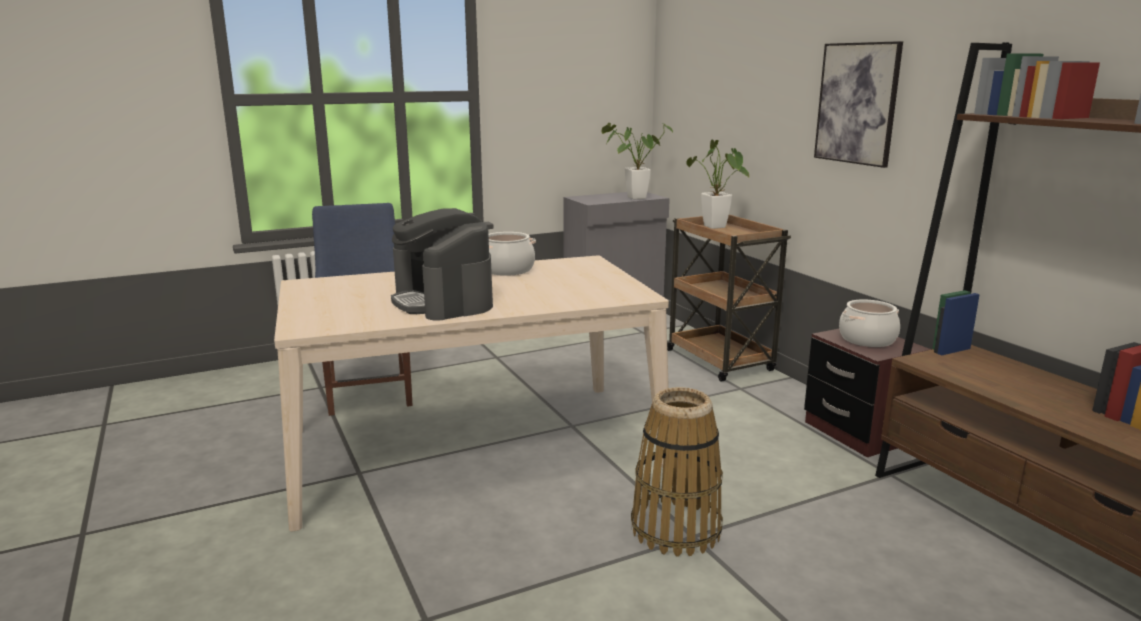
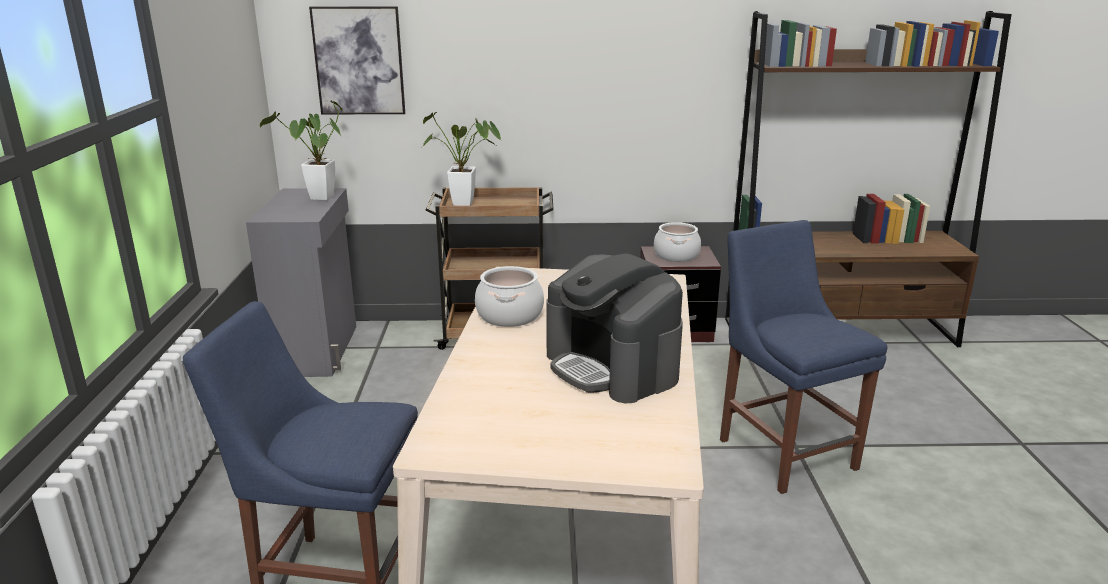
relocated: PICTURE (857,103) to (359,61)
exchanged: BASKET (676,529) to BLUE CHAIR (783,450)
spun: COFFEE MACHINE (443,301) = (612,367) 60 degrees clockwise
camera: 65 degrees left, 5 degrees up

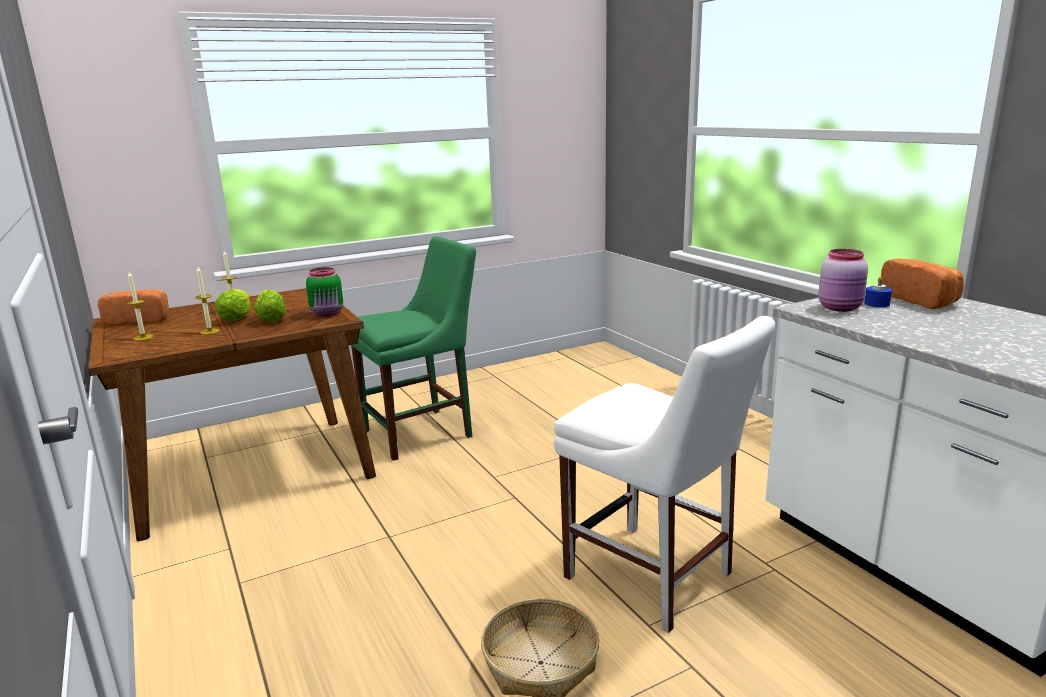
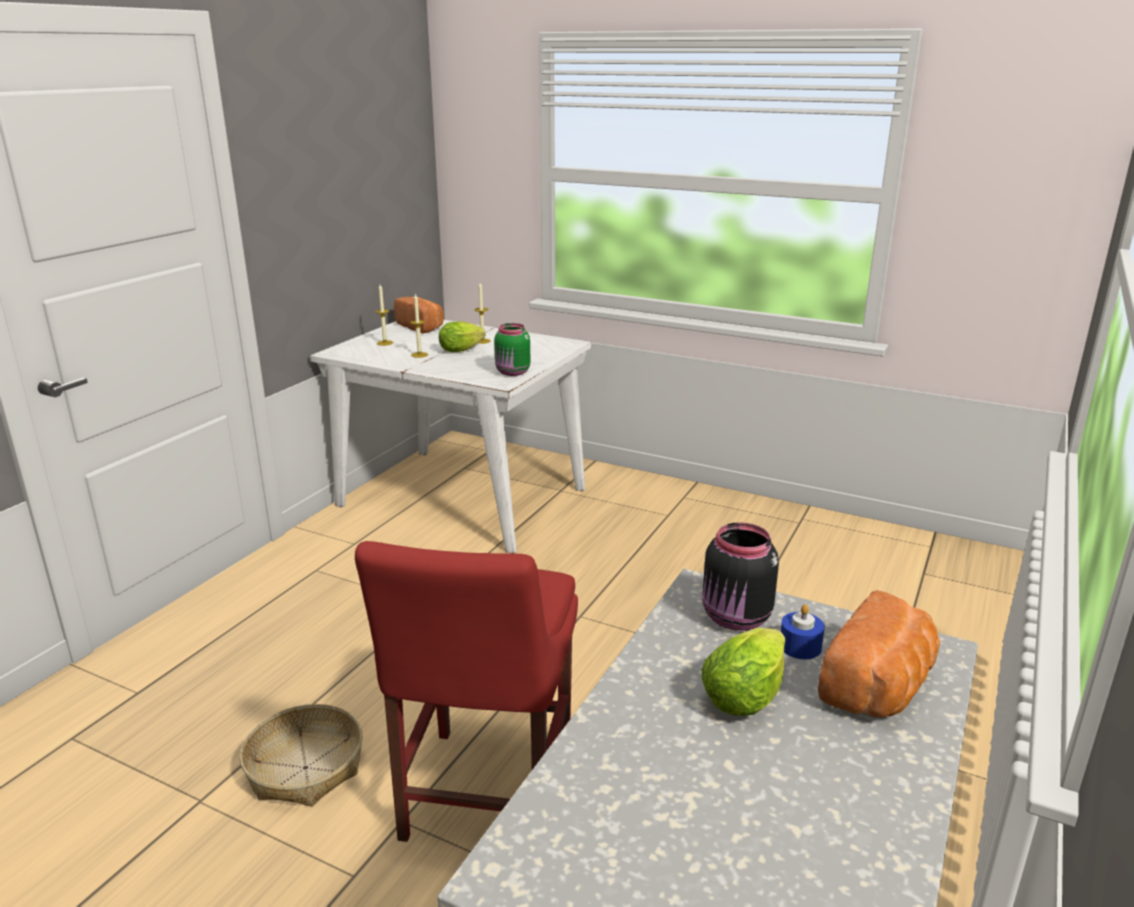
missing: GREEN CHAIR (422,432)
relocated: LETTUCE (272,318) to (747,693)
colour: BROWN DINING TABLE (250,473) to WHITE DINING TABLE (460,497); WHITE CHAIR (654,579) to RED CHAIR (484,799); PINK JAR (841,308) to BLACK JAR (736,619)
camera: 55 degrees right, 5 degrees up

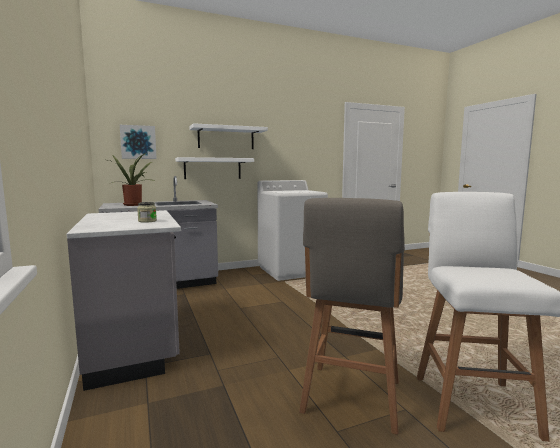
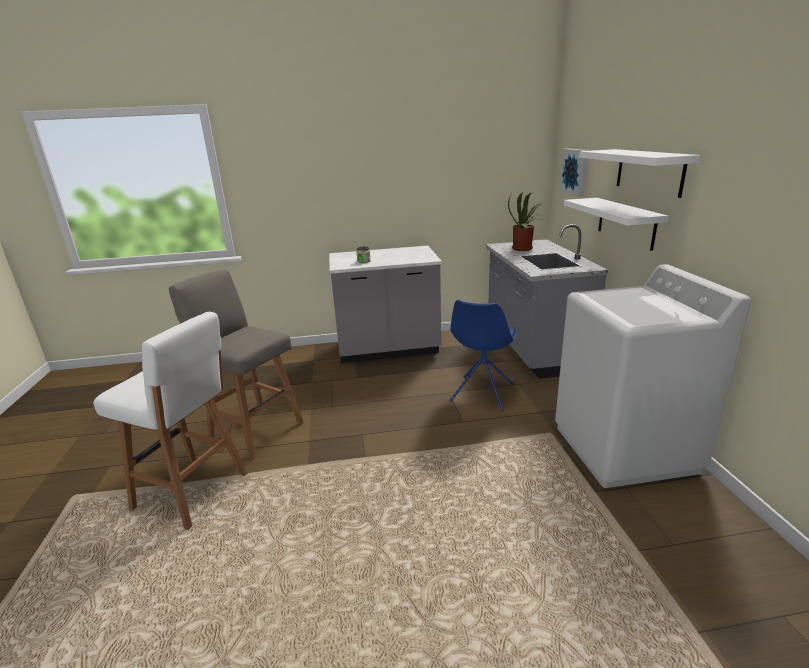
appeared: BLUE CHAIR (481,393)
camera: 105 degrees right, 15 degrees up

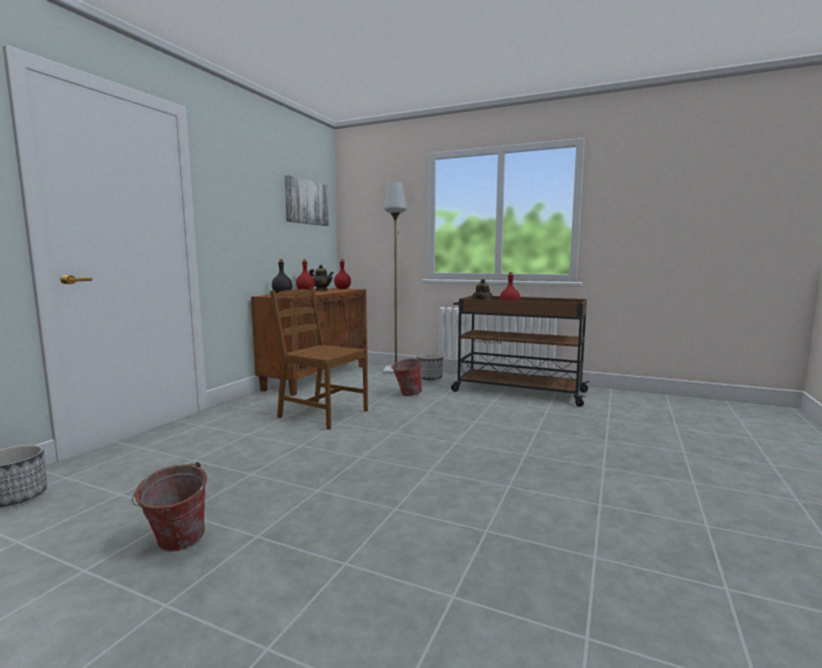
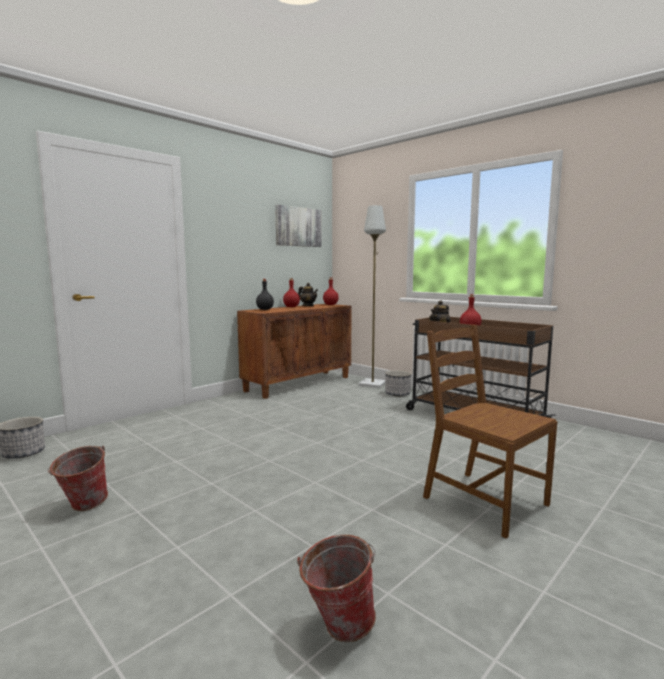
relocated: BUCKET (406,394) to (337,626); BROWN CHAIR (322,414) to (483,501)
camera: 20 degrees right, 0 degrees up

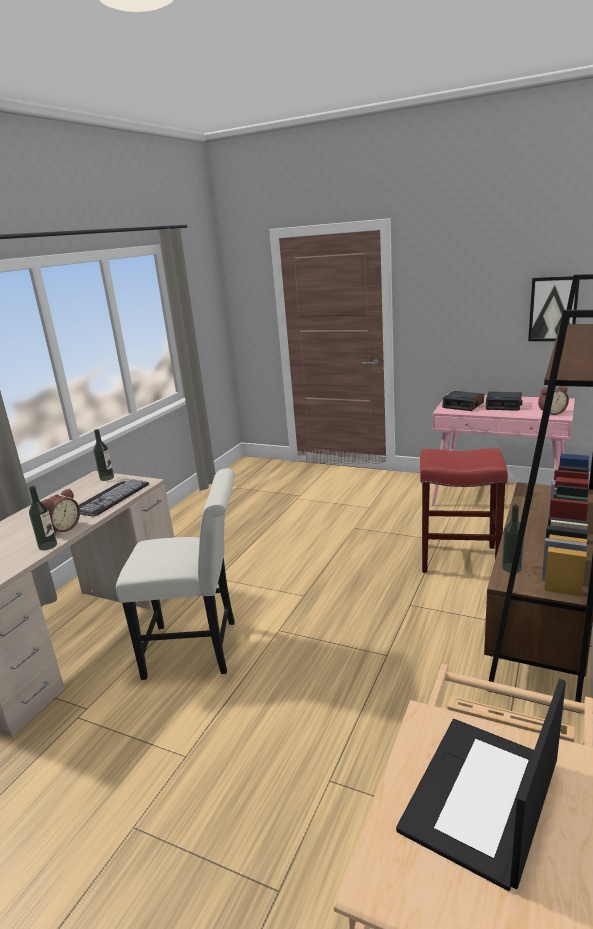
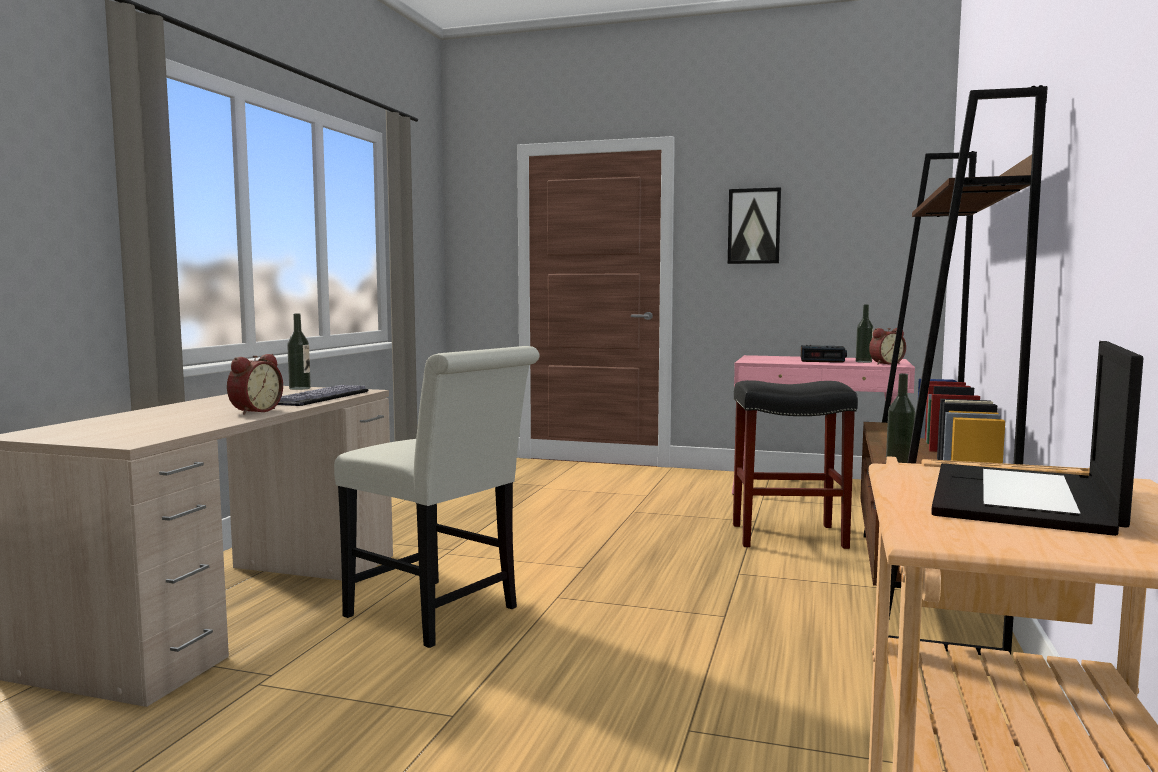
missing: ALARM CLOCK (463,405)
relocated: PICTURE (553,309) to (754,226); BOTTLE (48,546) to (863,362)
colour: RED STOOL (457,559) to BLACK STOOL (786,536)
spun: WHITE CHAIR (199,648) = (440,615) 45 degrees clockwise
camera: 10 degrees left, 15 degrees down

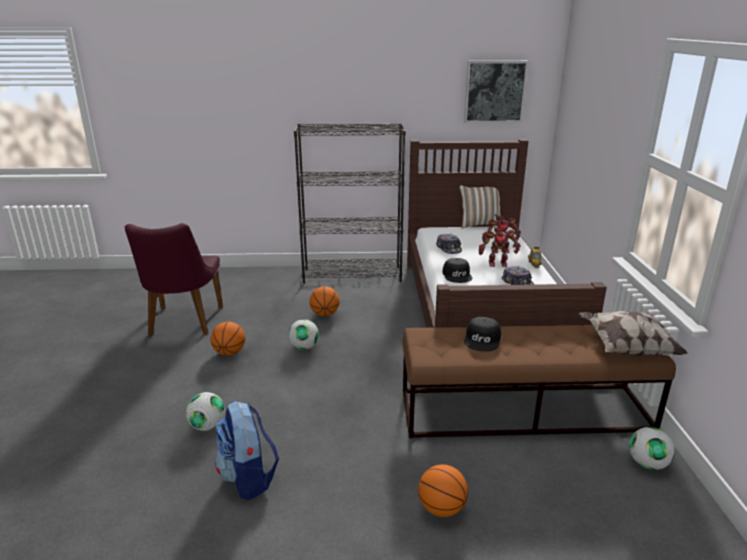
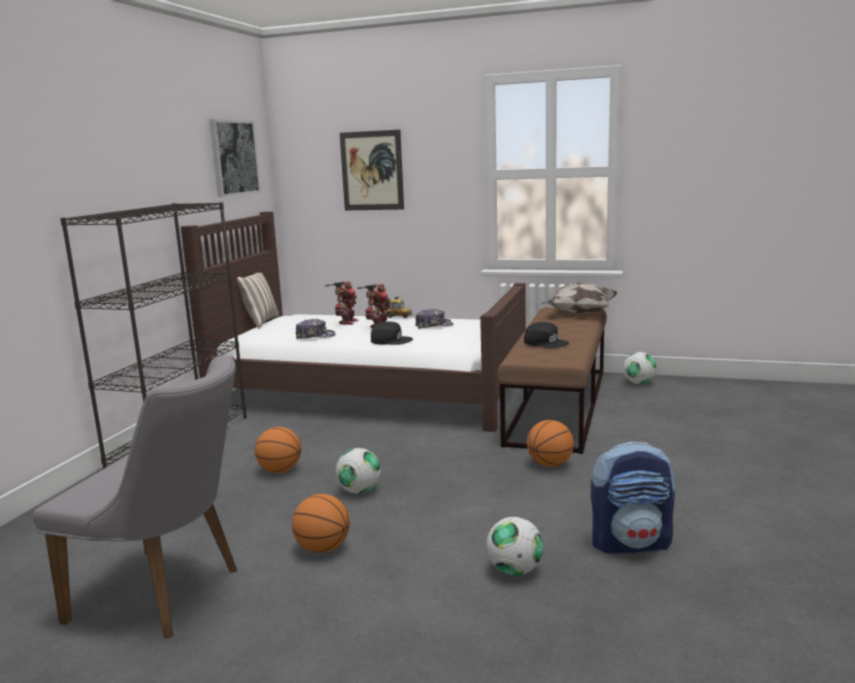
appeared: PICTURE (372,171)
relocated: BASKETBALL (441,508) to (550,464)
colour: PURPLE CHAIR (183,324) to GREY CHAIR (169,595)
camera: 70 degrees left, 10 degrees down

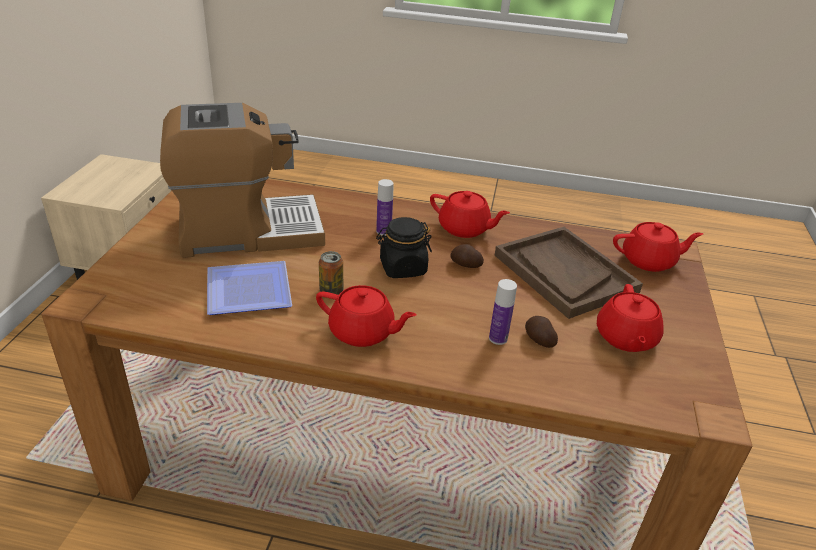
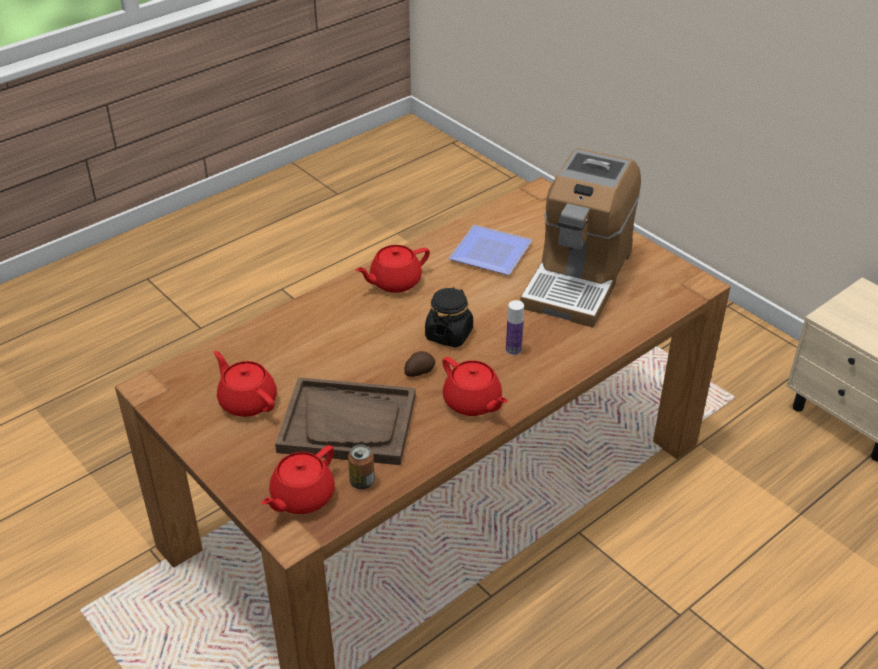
missing: BOTTLE (498,338); POTATO (538,340)
relocated: CAN (331,291) to (362,482)
spun: RED TEAPOT (464,229) = (472,402) 105 degrees counterclockwise
camera: 130 degrees right, 5 degrees up

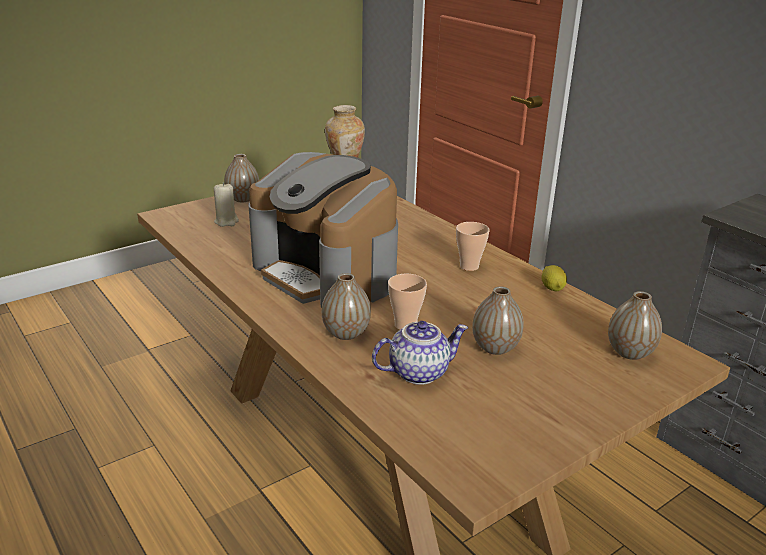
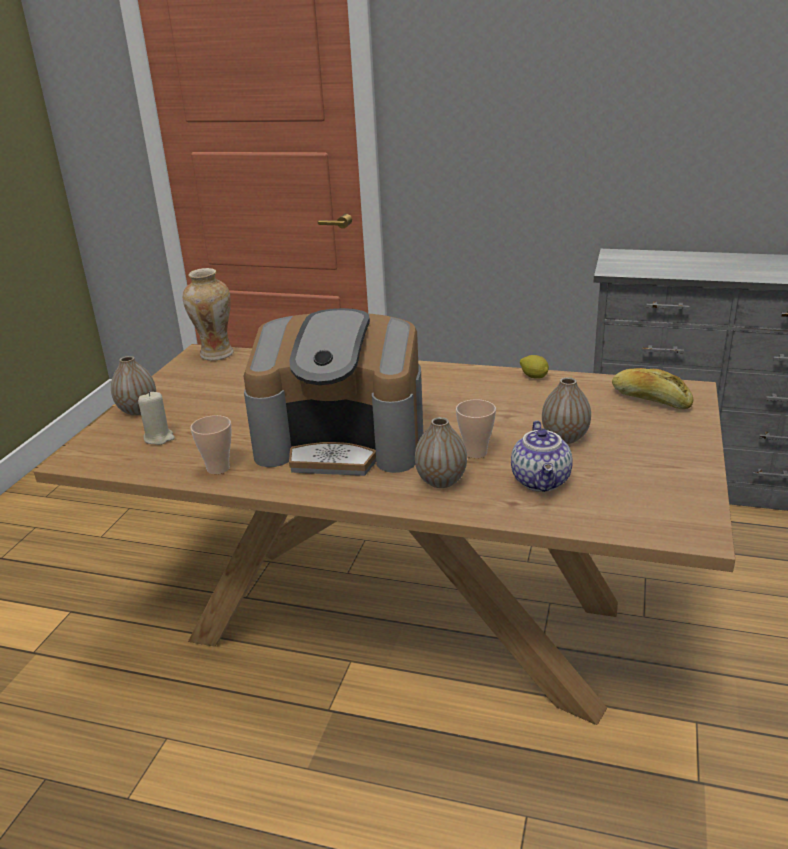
relocated: CUP (469,266) to (218,468)
exchanged: VASE (629,352) to BREAD (650,399)
spun: TEAPOT (418,371) = (542,481) 150 degrees clockwise
camera: 35 degrees left, 0 degrees up

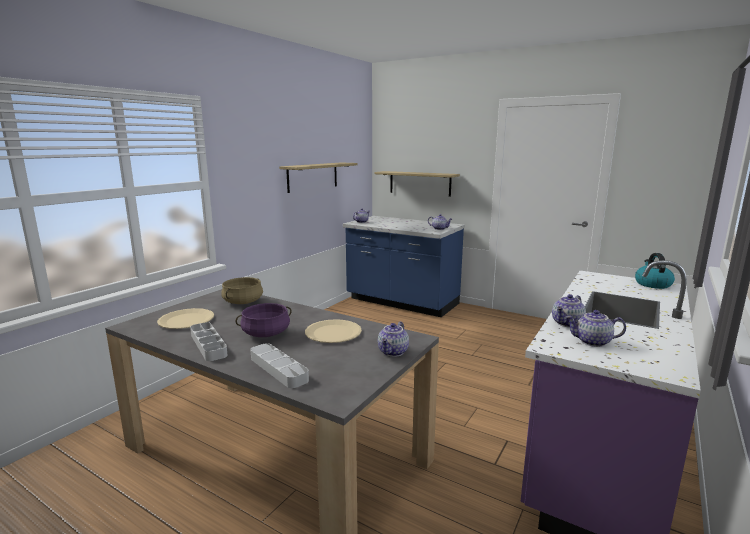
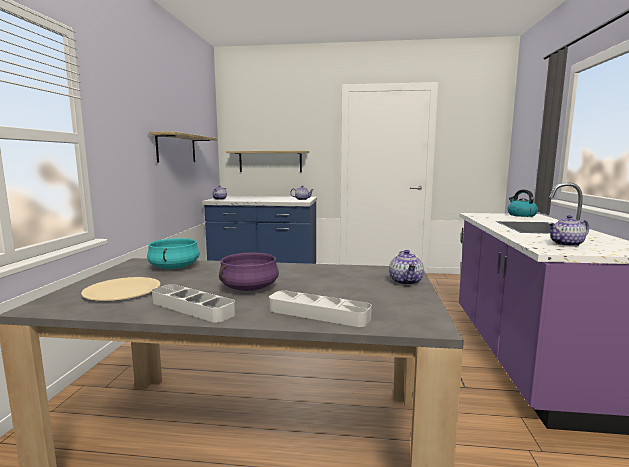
missing: BEIGE PLATE (333,333); TEAPOT (567,324)
colour: BEIGE COOKING POT (243,302) to TURQUOISE COOKING POT (175,267)
camera: 25 degrees left, 5 degrees down

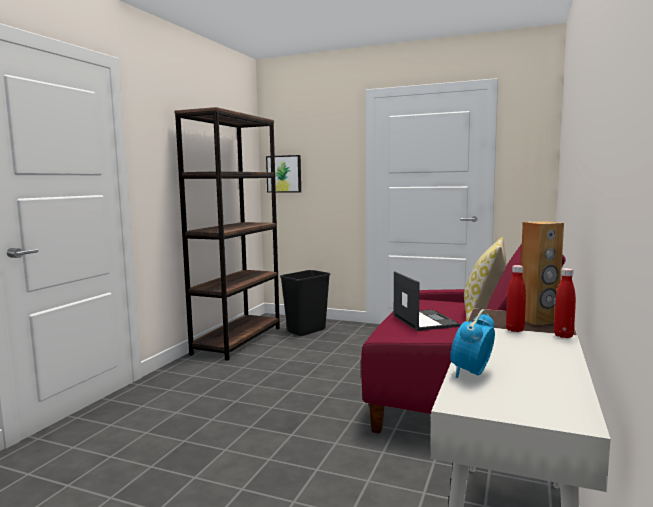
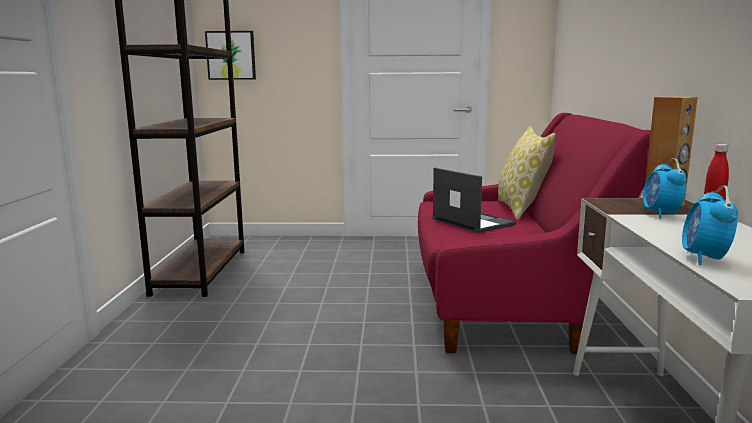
missing: BLACK TRASH CAN (306,331)
exchanged: RED BOTTLE (515,330) to ALARM CLOCK (660,214)
camera: 20 degrees left, 5 degrees up

